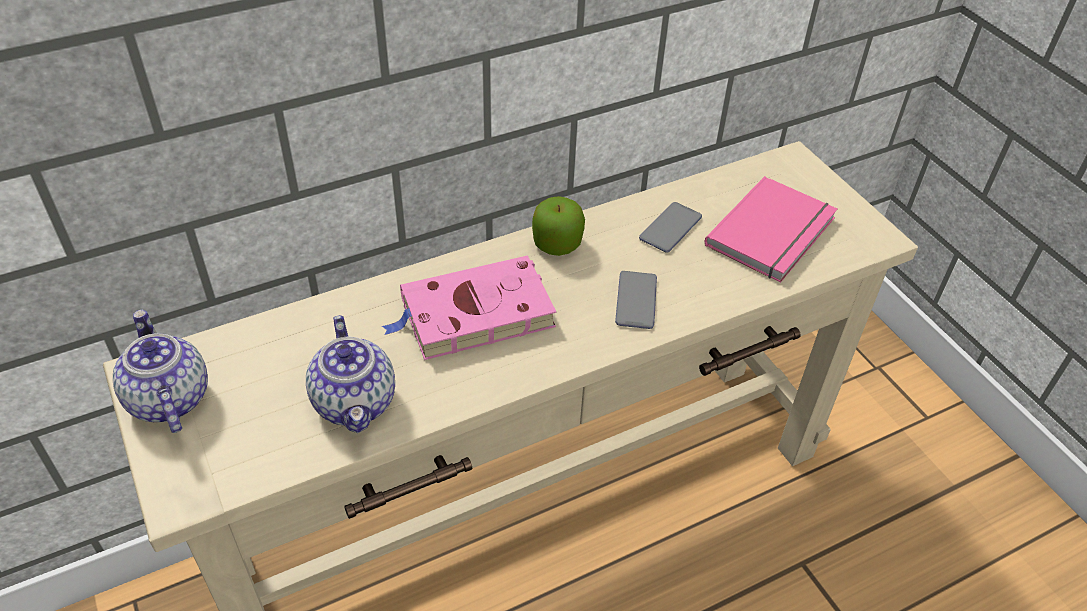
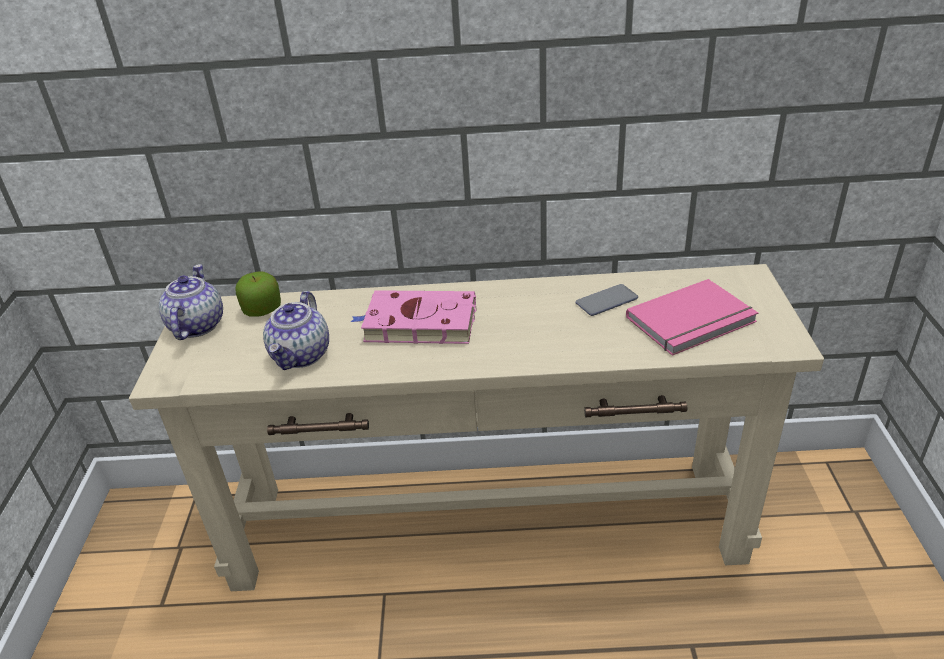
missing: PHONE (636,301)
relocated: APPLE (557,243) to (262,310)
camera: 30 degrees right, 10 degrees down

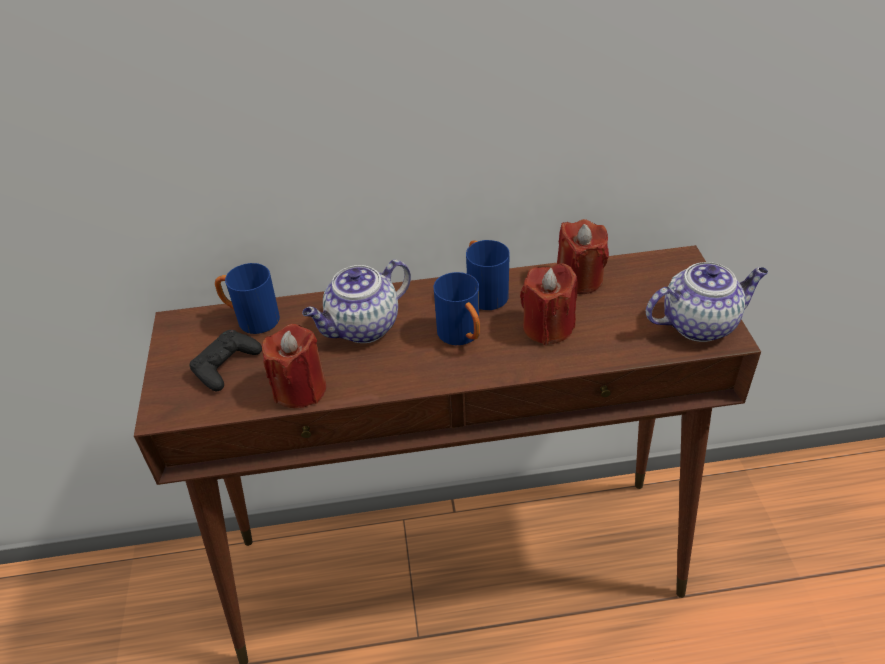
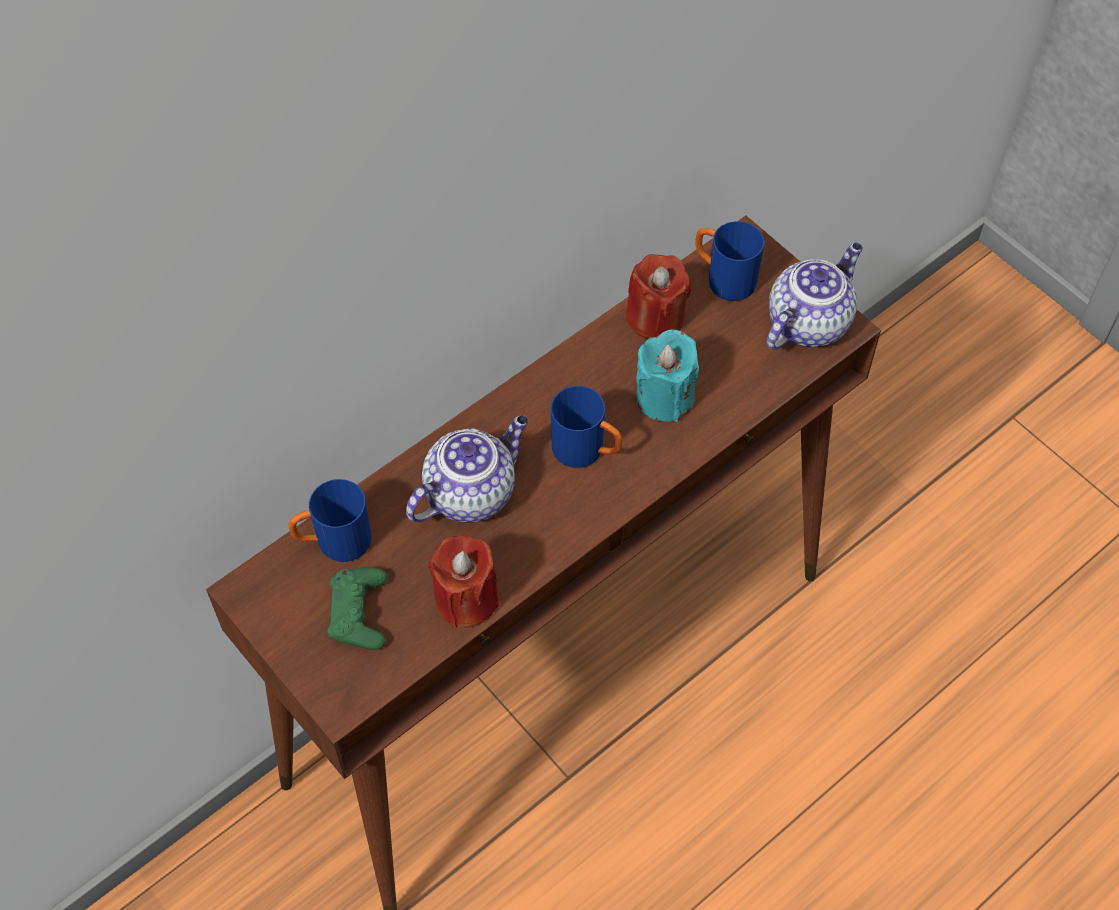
relocated: BLUE MUG (484,292) to (723,278)
colour: BLACK GAME CONTROLLER (226,365) to GREEN GAME CONTROLLER (359,613); RED CANDLE (547,327) to TURQUOISE CANDLE (665,397)
spun: TEAPOT (362,328) = (471,492) 150 degrees counterclockwise
camera: 35 degrees left, 15 degrees up

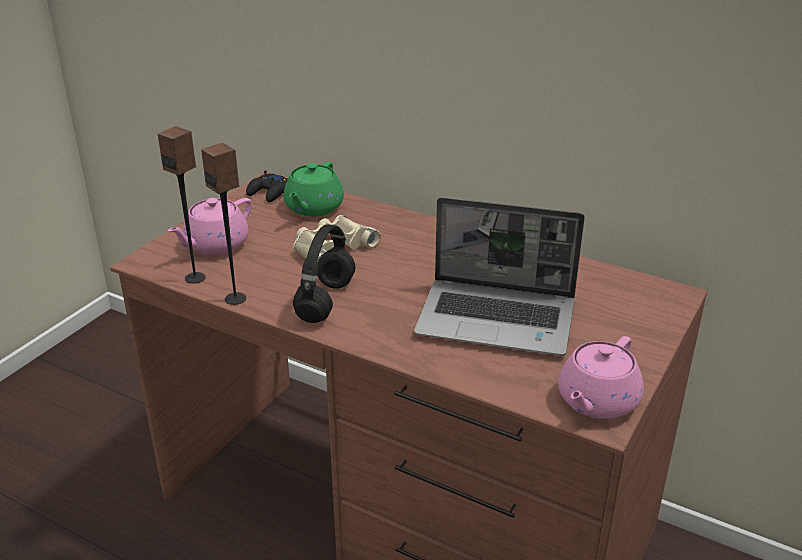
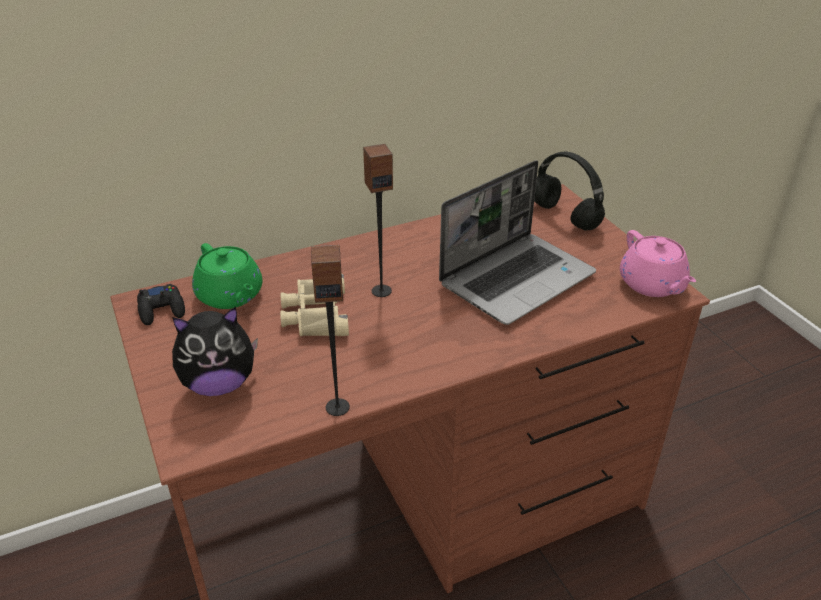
relocated: SPEAKER (195,278) to (381,290); BLACK HEADPHONES (325,300) to (563,216)
exchanged: PINK TEAPOT (215,245) to PLUSH TOY (219,384)
camera: 55 degrees left, 5 degrees up

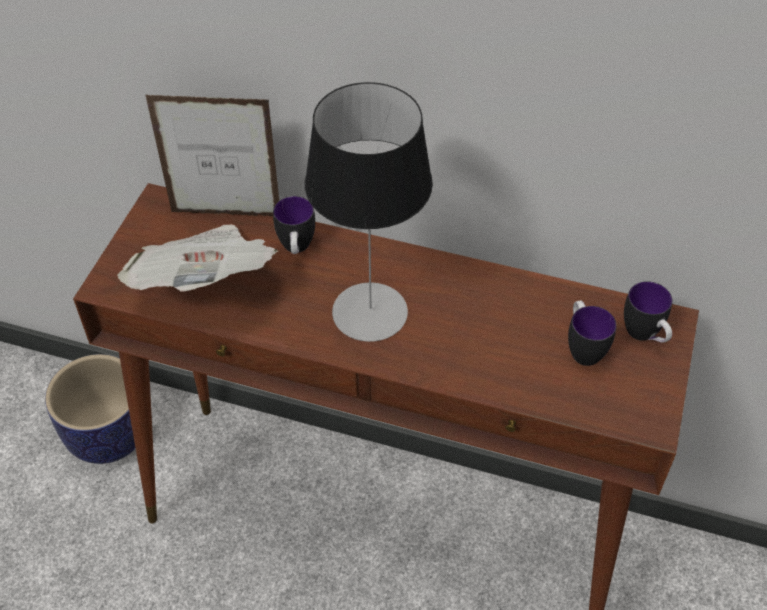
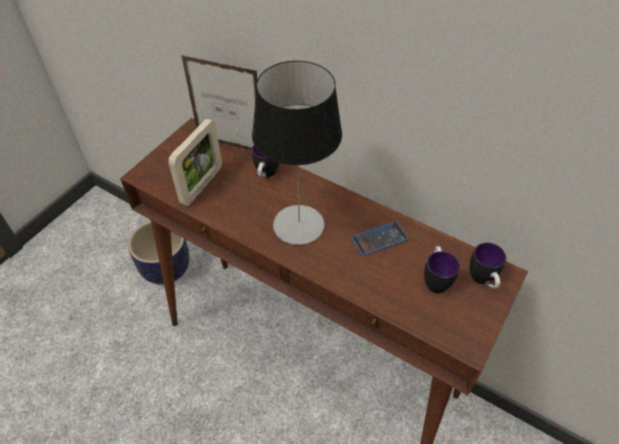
appeared: PHONE (379,239)
exchanged: NEWSPAPER (206,284) to PICTURE FRAME (202,185)
camera: 15 degrees right, 0 degrees up

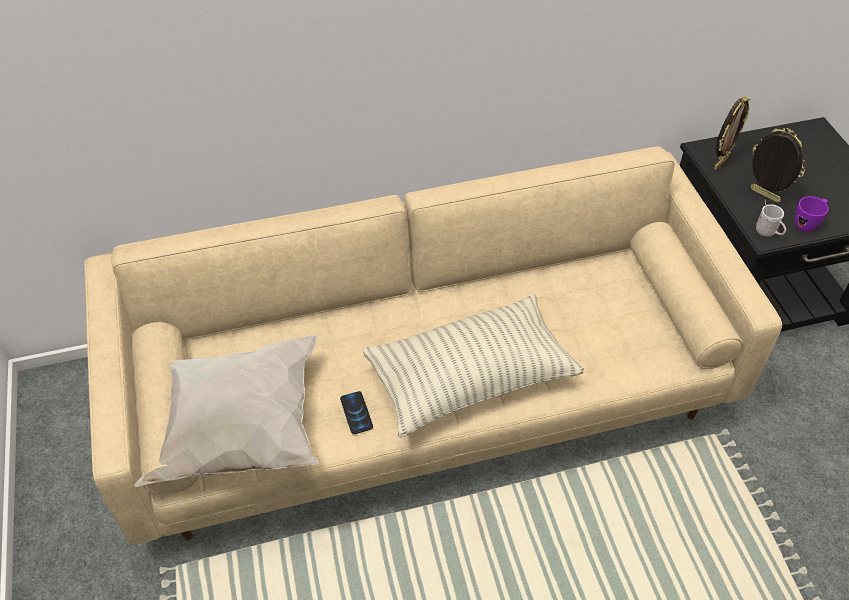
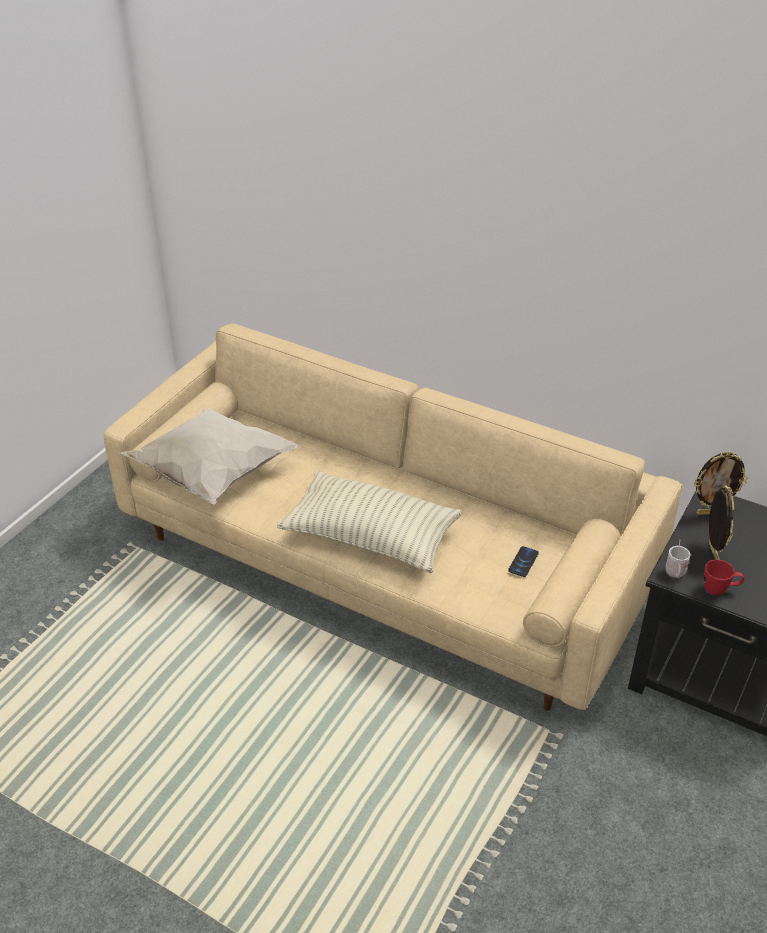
relocated: PHONE (356,413) to (523,562)
colour: PURPLE MUG (807,224) to RED MUG (719,590)
camera: 45 degrees right, 10 degrees down

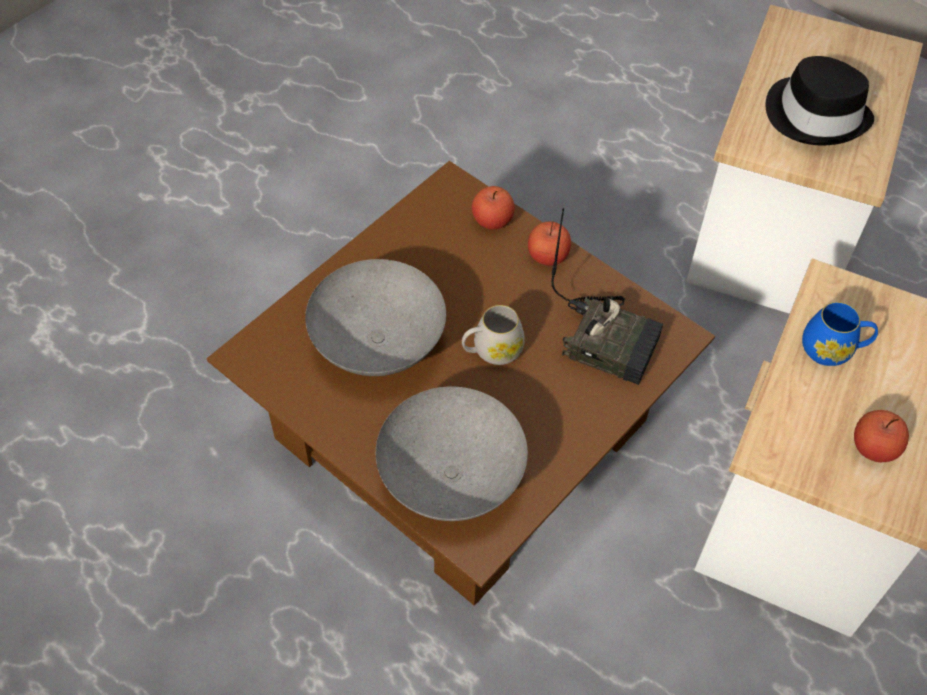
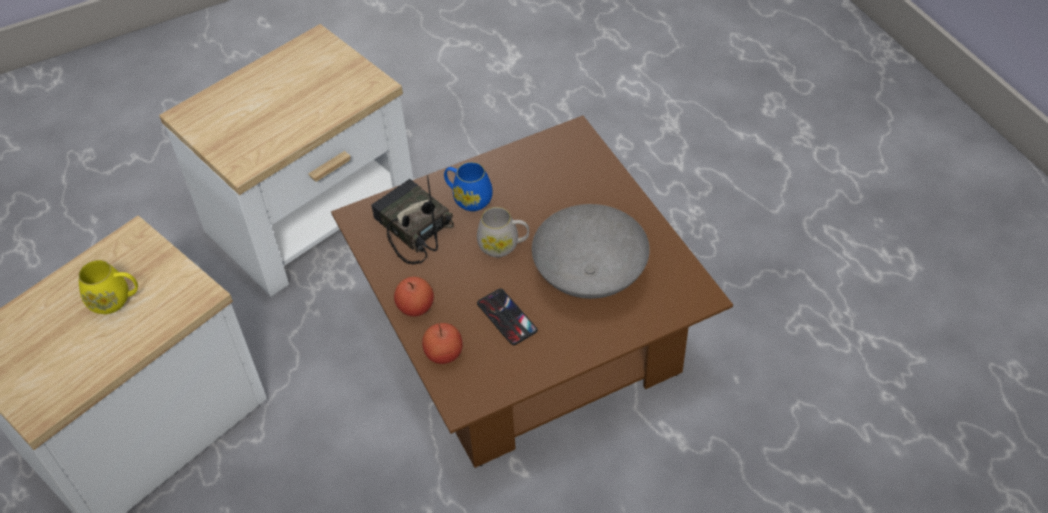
missing: GREY BOWL (454,477); APPLE (874,447)
appeared: PHONE (506,317)
relocated: BLUE MUG (833,350) to (468,198)
exchanged: BLACK HAT (816,115) to YELLOW MUG (115,300)
camera: 155 degrees left, 5 degrees down

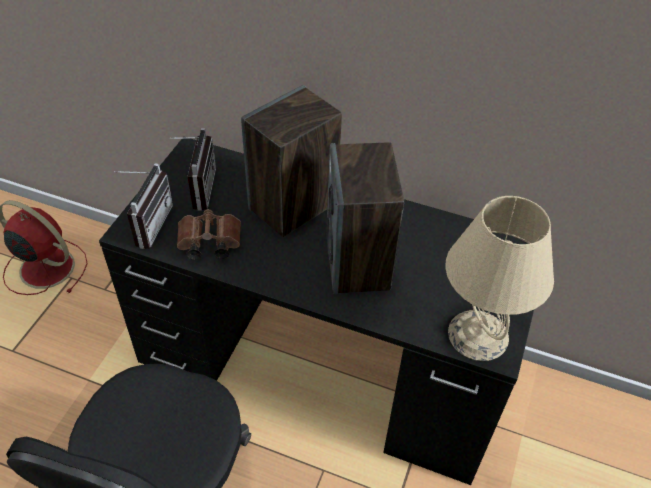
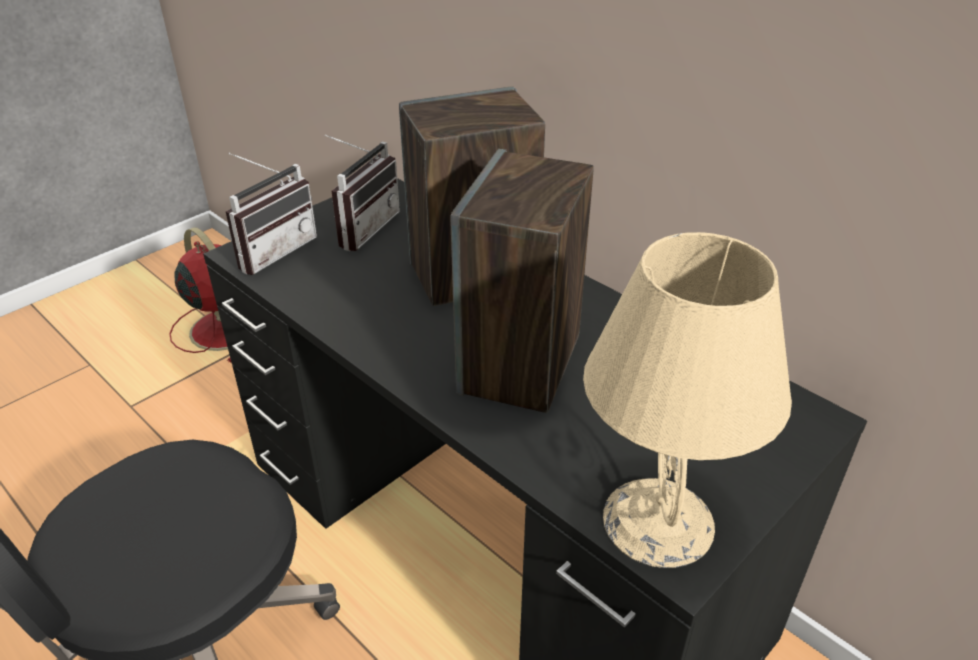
missing: BROWN BINOCULARS (208,244)
camera: 25 degrees right, 10 degrees down

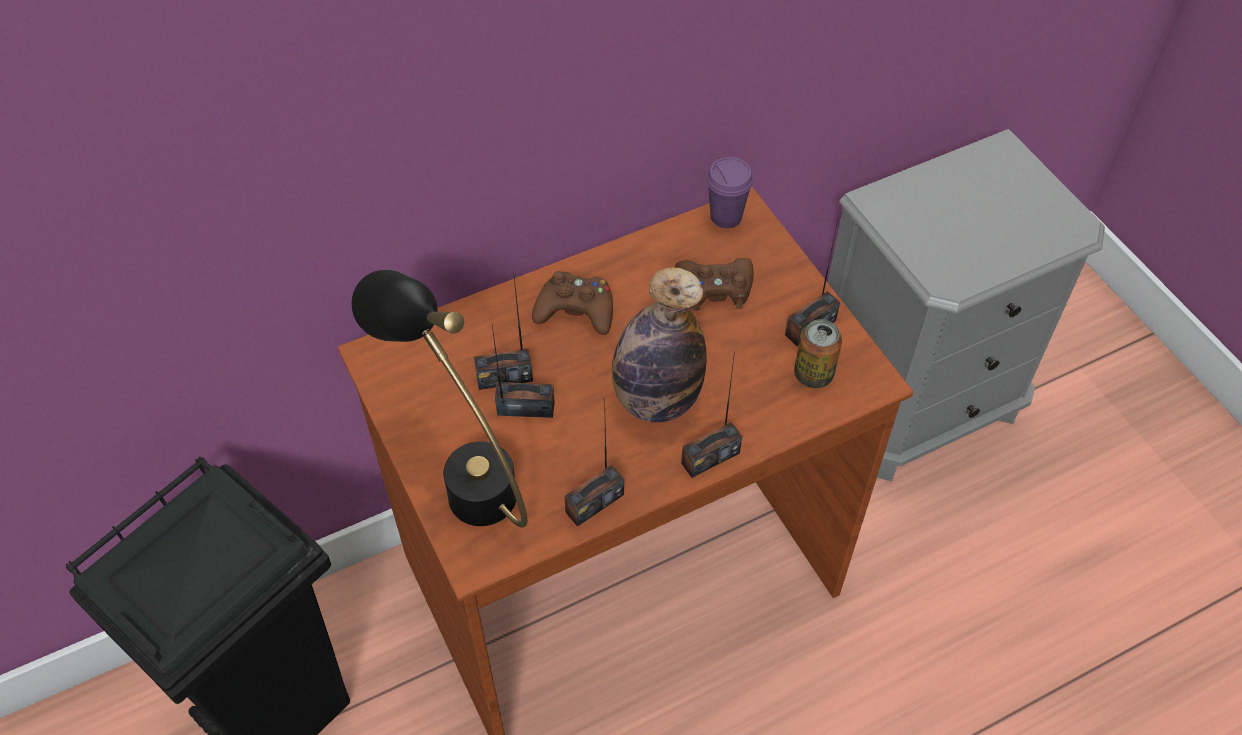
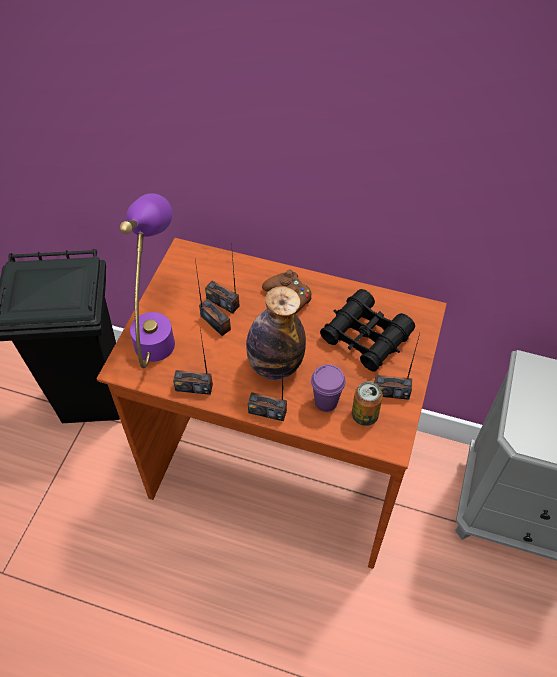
relocated: PURPLE CUP (726,217) to (326,402)
exchanged: BROWN GAME CONTROLLER (715,289) to BLACK BINOCULARS (365,337)
colour: BLACK TABLE LAMP (462,473) to PURPLE TABLE LAMP (158,328)
camera: 45 degrees right, 0 degrees up

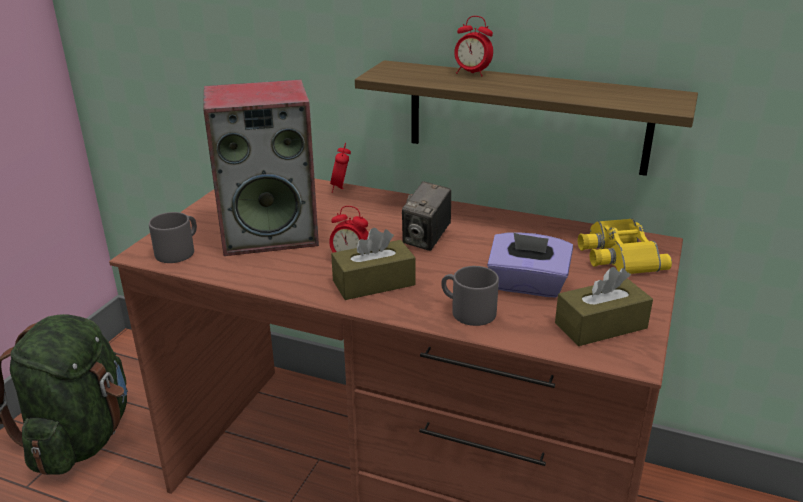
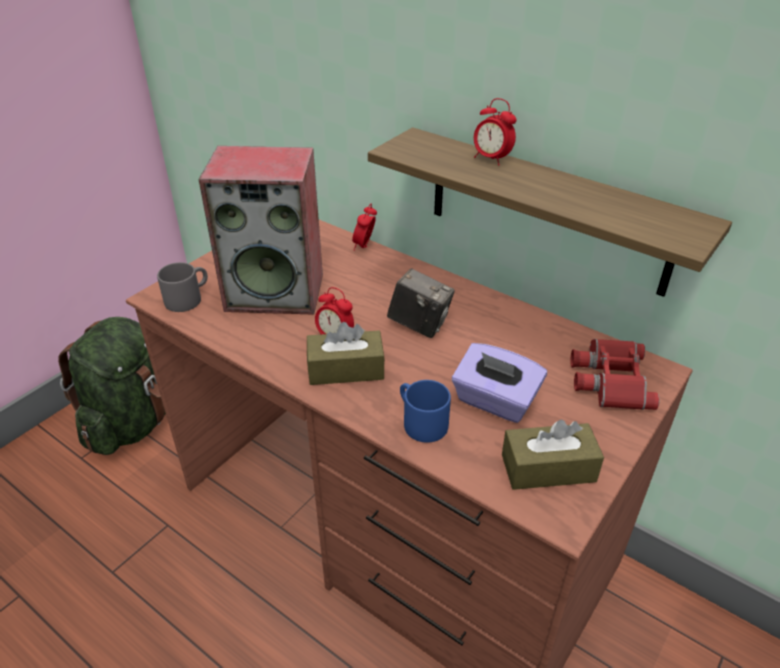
colour: GREY MUG (466,311) to BLUE MUG (419,422); YELLOW BINOCULARS (617,255) to RED BINOCULARS (609,379)
spun: PHOTO CAMERA (426,240) = (419,325) 105 degrees counterclockwise
camera: 15 degrees right, 10 degrees up

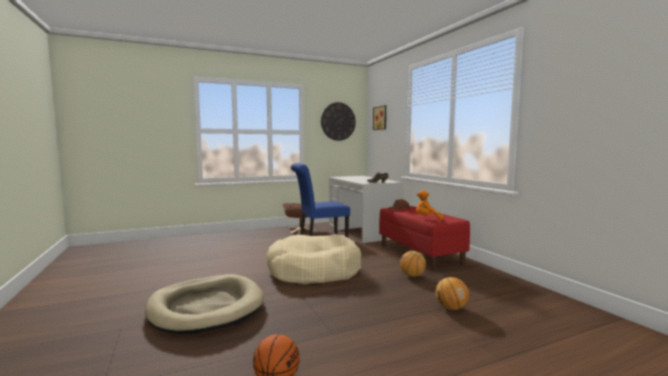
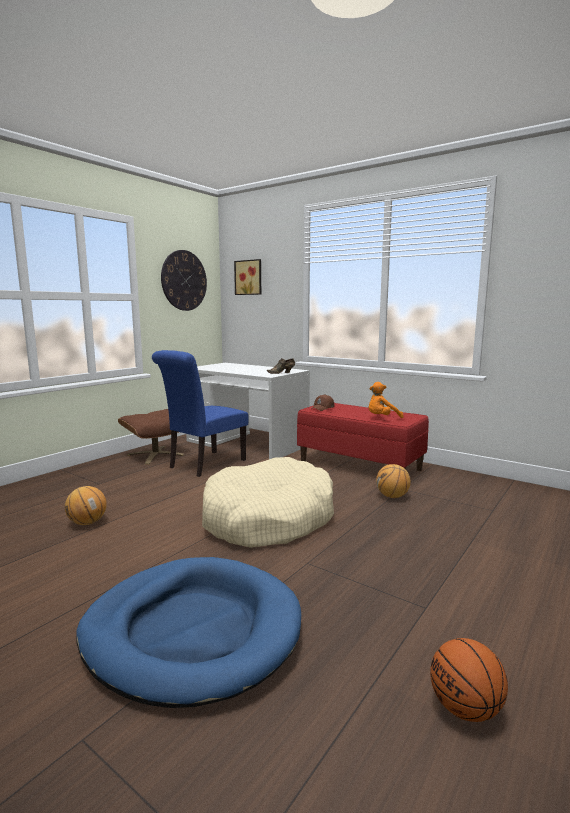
relocated: BASKETBALL (451,308) to (87,523)
colour: BEIGE DOG BED (206,307) to BLUE DOG BED (192,631)
camera: 30 degrees left, 5 degrees up

